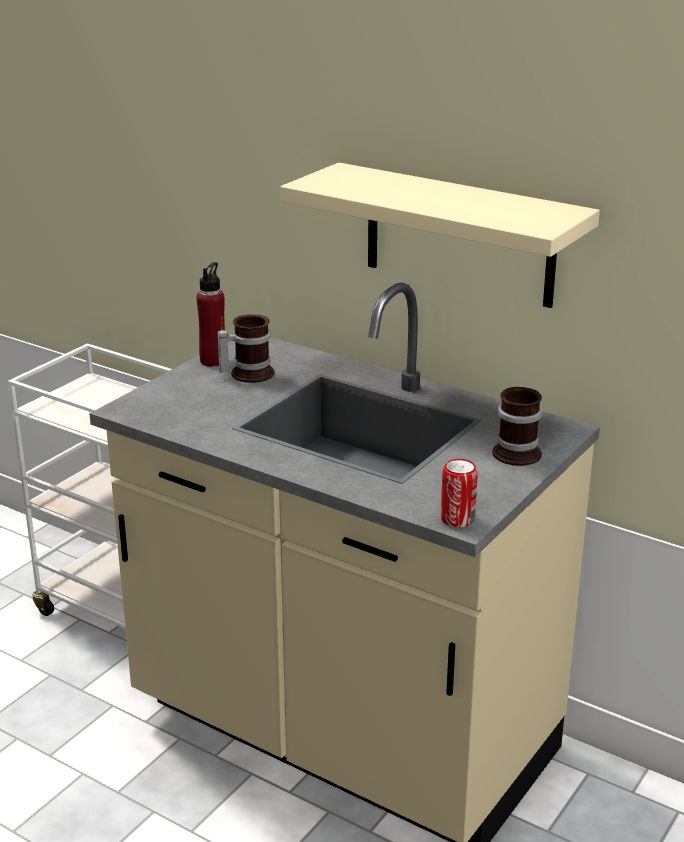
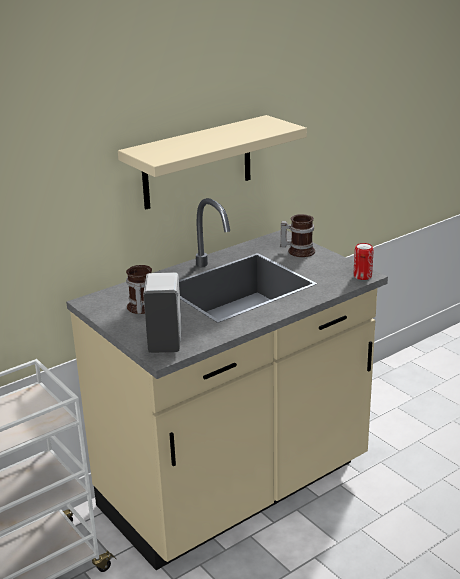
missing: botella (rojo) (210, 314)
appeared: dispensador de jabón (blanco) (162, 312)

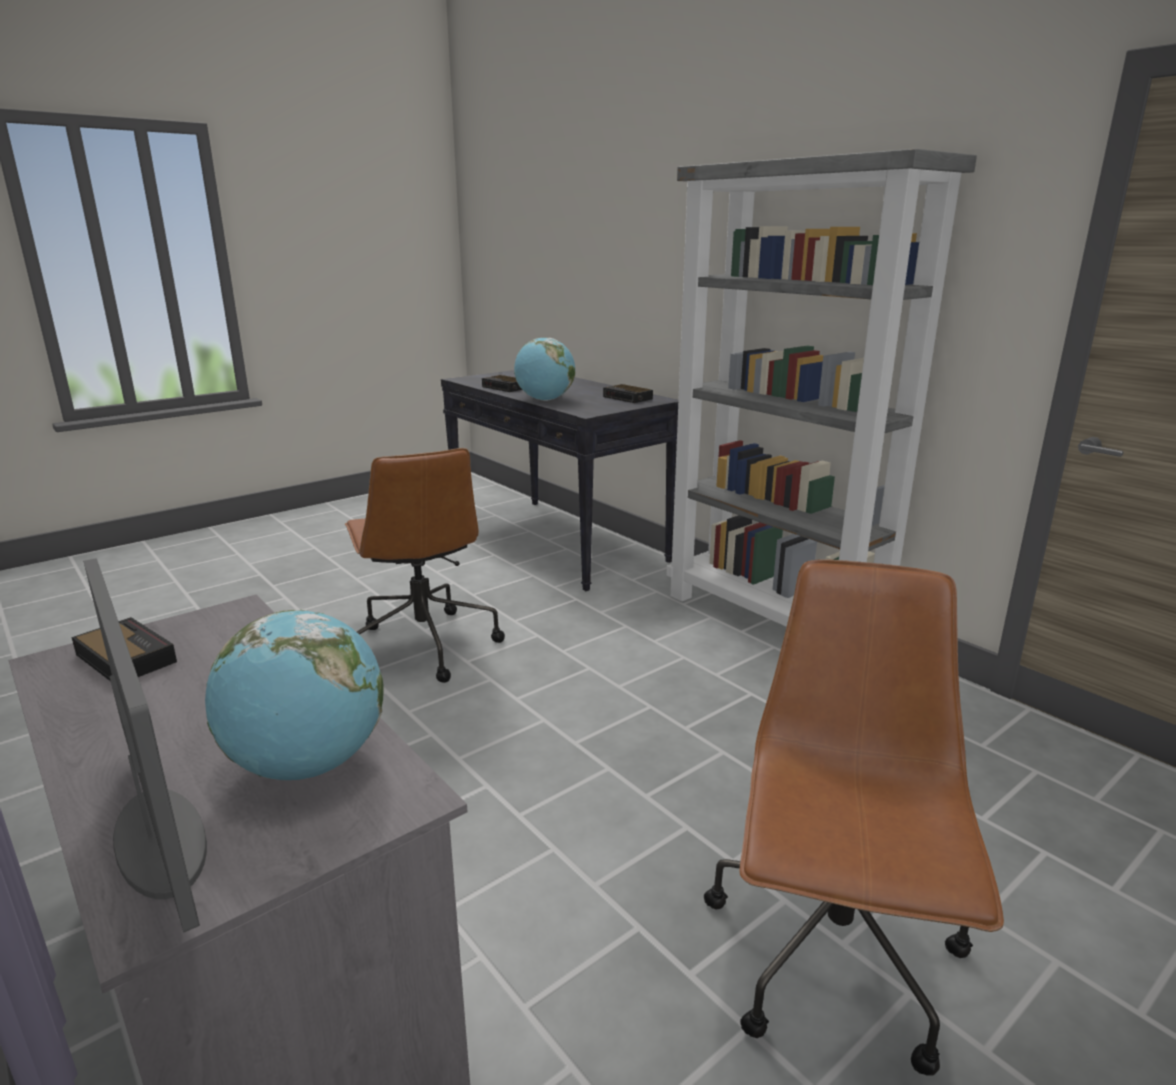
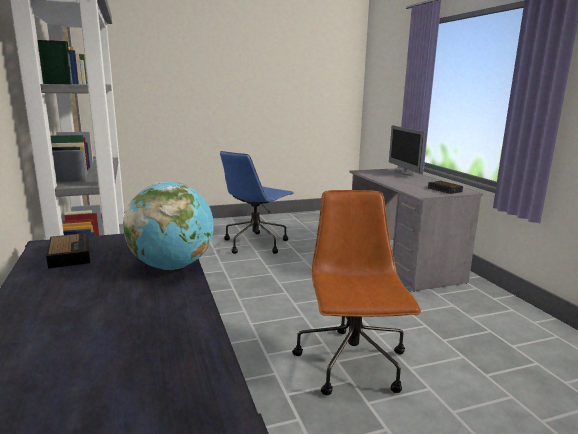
missing: globo terráqueo (294, 695); despertador (502, 383)
colour: silla de oficina (marrón) (854, 817) to silla de oficina (azul) (256, 202)

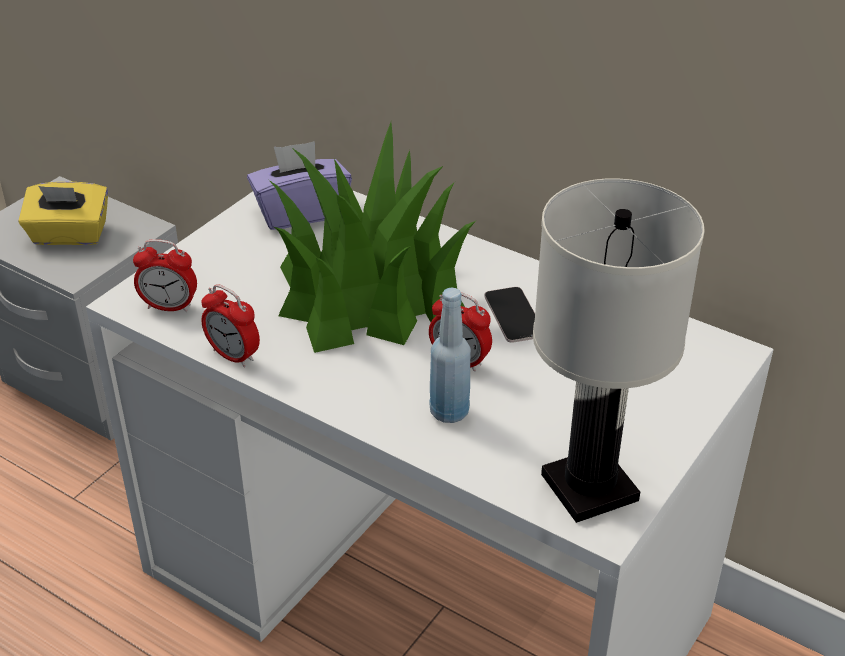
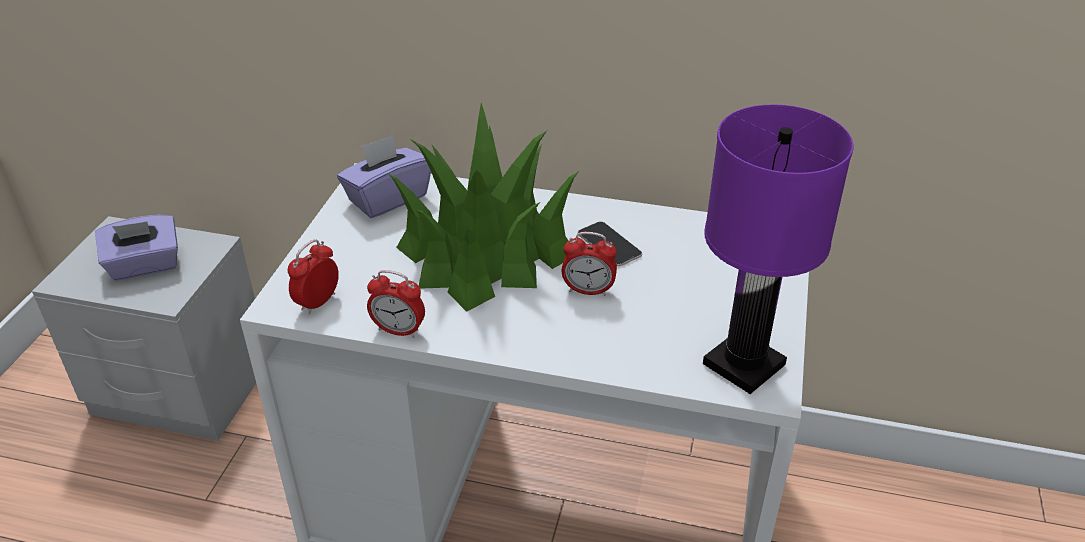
missing: botella (azul) (450, 355)
colour: caja de pañuelos (amarillo) (63, 213) to caja de pañuelos (morado) (136, 248); lámpara de mesa (blanco) (619, 350) to lámpara de mesa (morado) (778, 249)
spun: despertador (165, 275) = (313, 276) 135 degrees clockwise

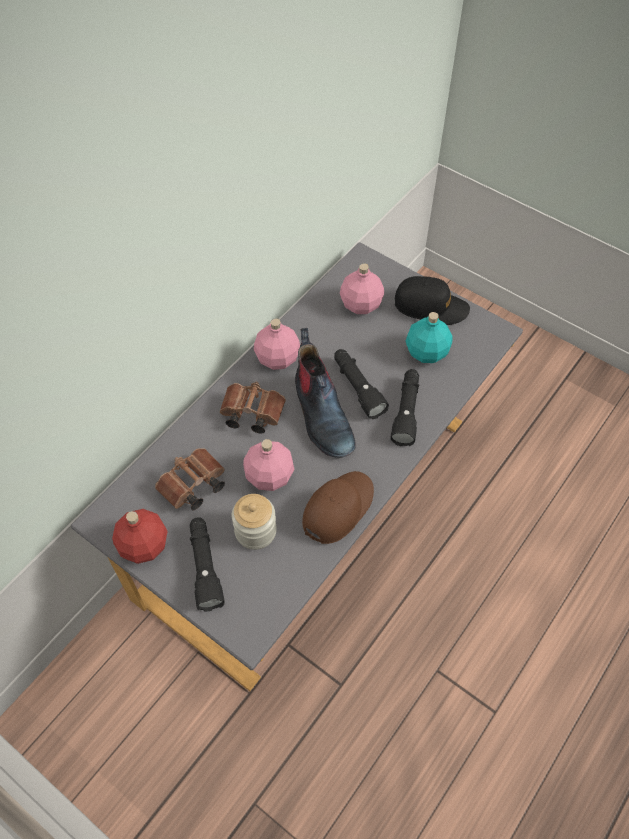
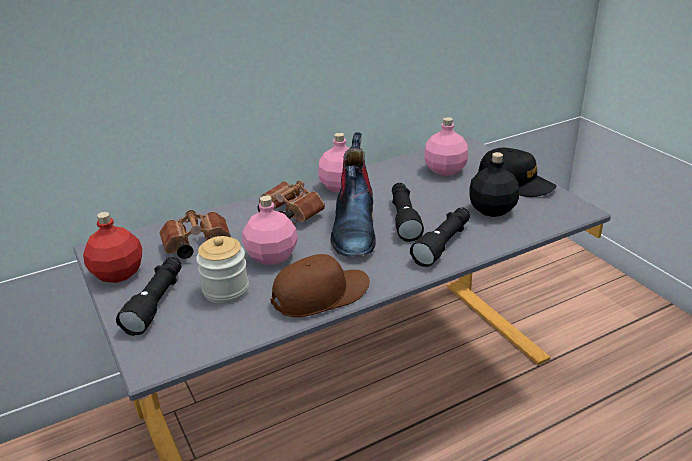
colour: botella (turquesa) (429, 337) to botella (negro) (494, 184)

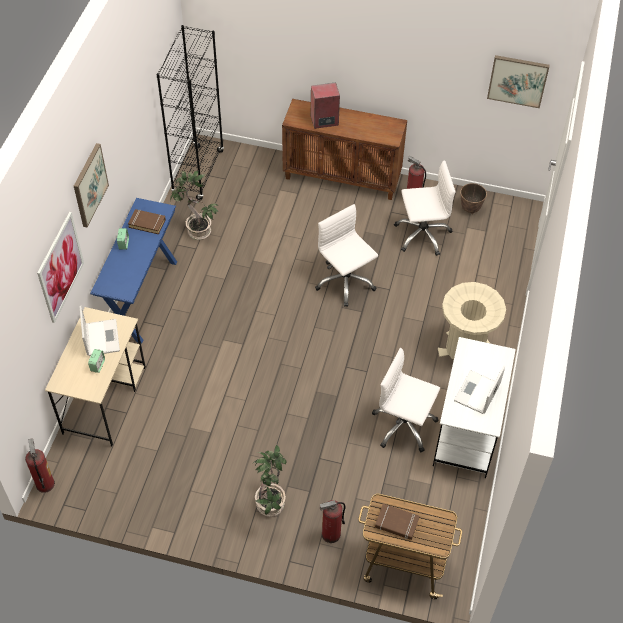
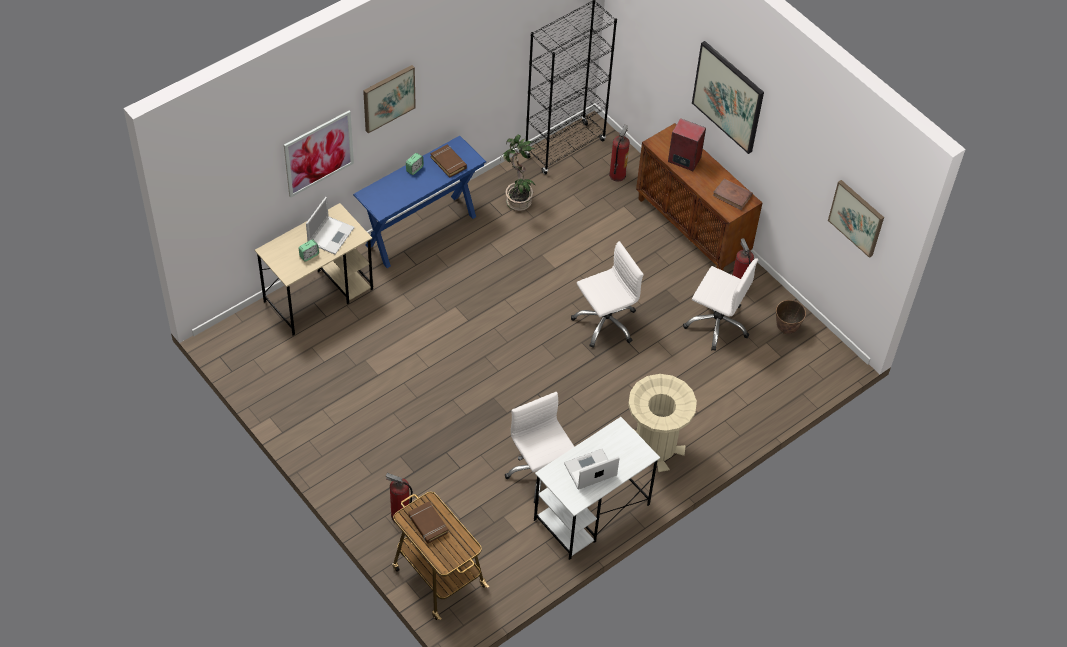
missing: planta en maceta (269, 481)
appeared: cuadro (728, 97); libro (marrón) (733, 194)
relocated: extintor (40, 465) to (619, 153)
spun: silla de oficina (blanco) (346, 255) = (607, 294) 60 degrees clockwise

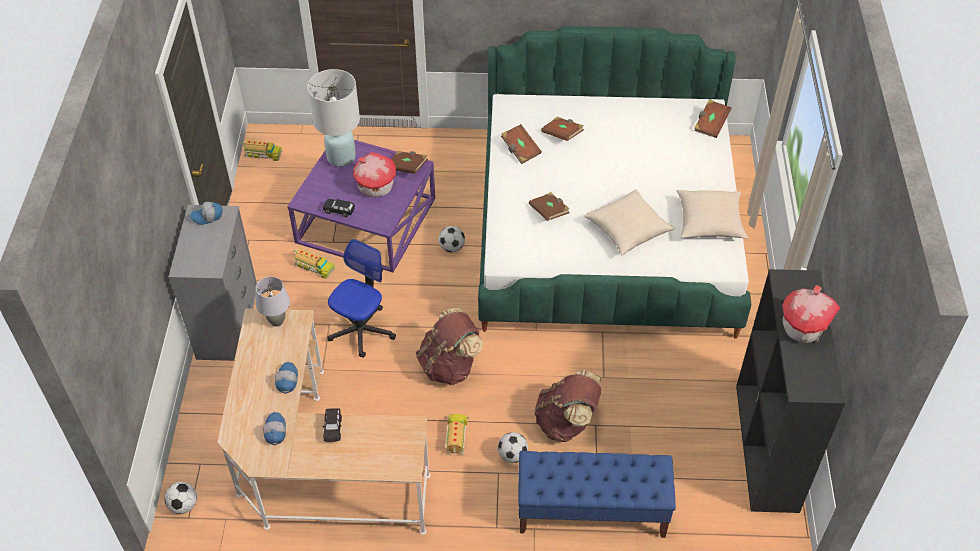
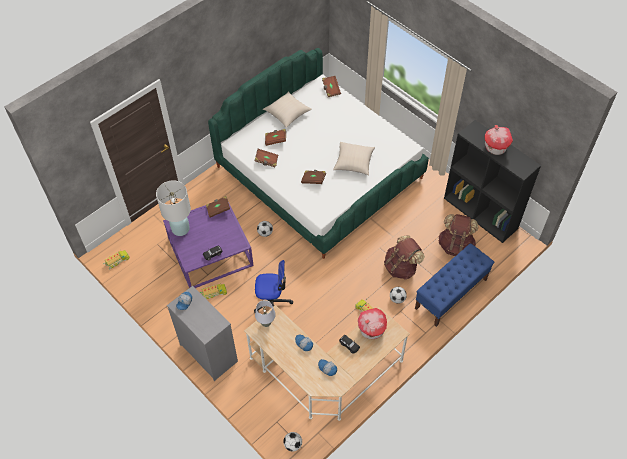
relocated: cojín (beis) (712, 214) to (287, 109); casita (374, 174) to (372, 323); mochila (marrón) (449, 346) to (458, 235)
spun: silla de oficina (362, 298) = (273, 286) 105 degrees clockwise

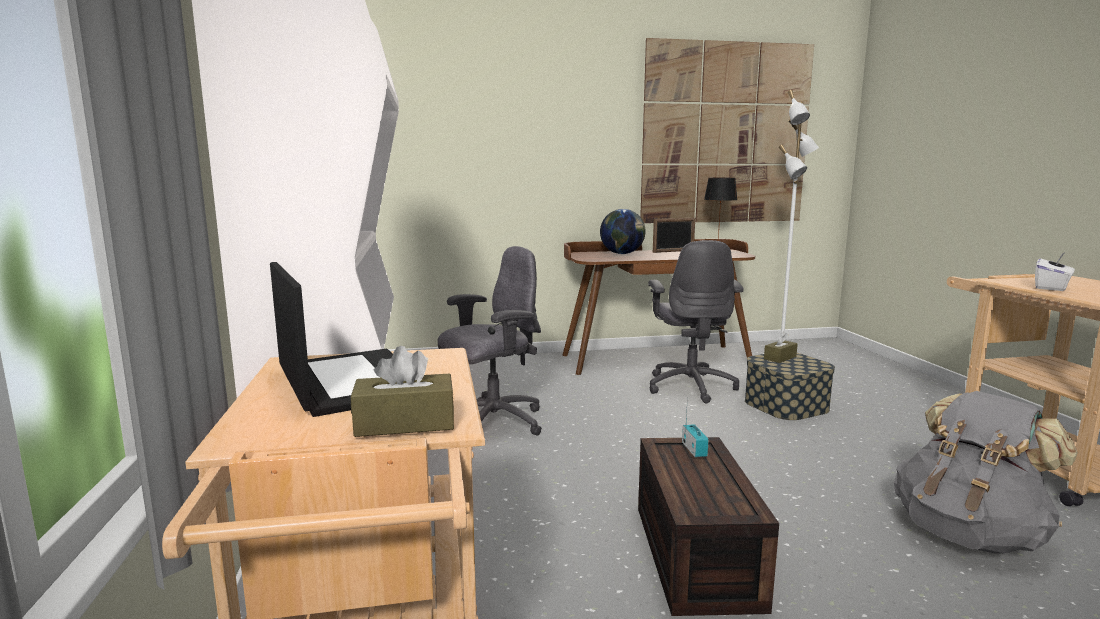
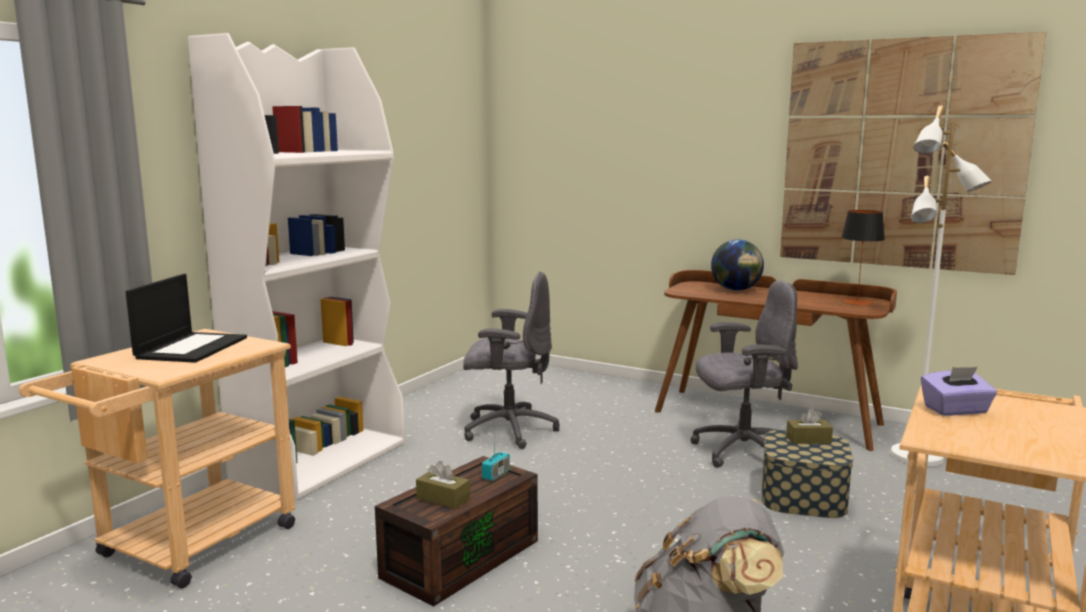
missing: portarretratos (674, 235)
relocated: caja de pañuelos (marrón) (402, 391) to (443, 485)
colour: caja de pañuelos (blanco) (1055, 271) to caja de pañuelos (morado) (959, 391)
spun: silla de oficina (gris) (696, 321) = (744, 374) 135 degrees counterclockwise

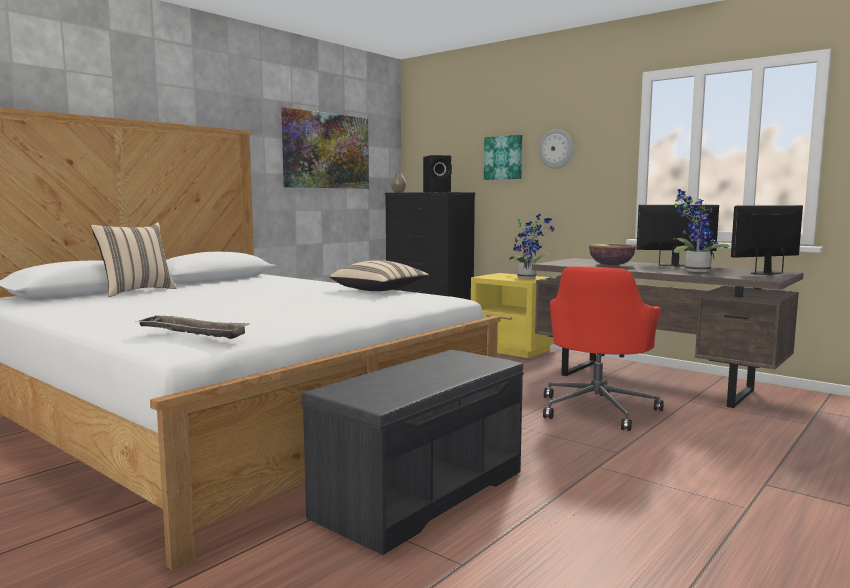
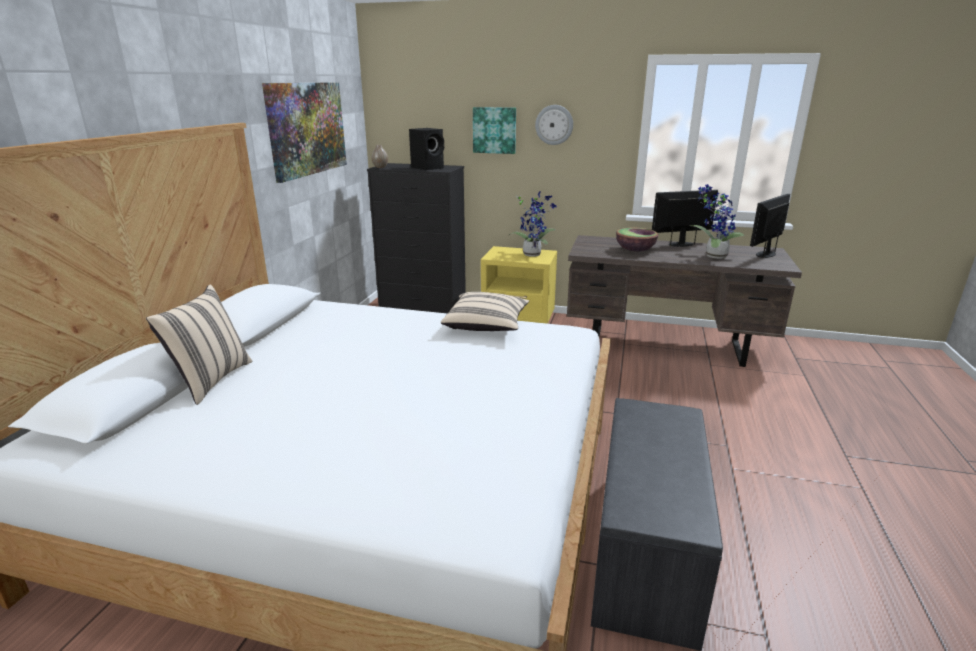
missing: bandeja (192, 327); silla de oficina (rojo) (603, 348)

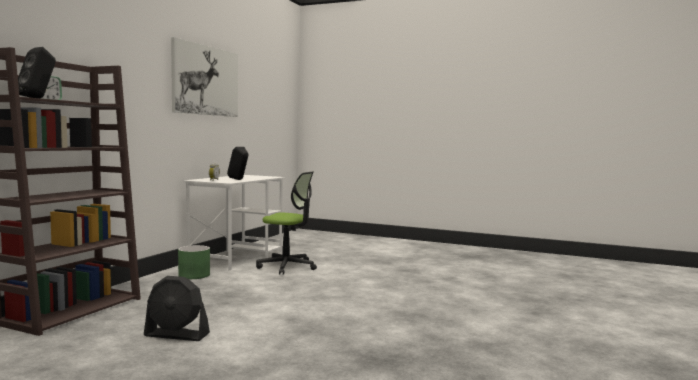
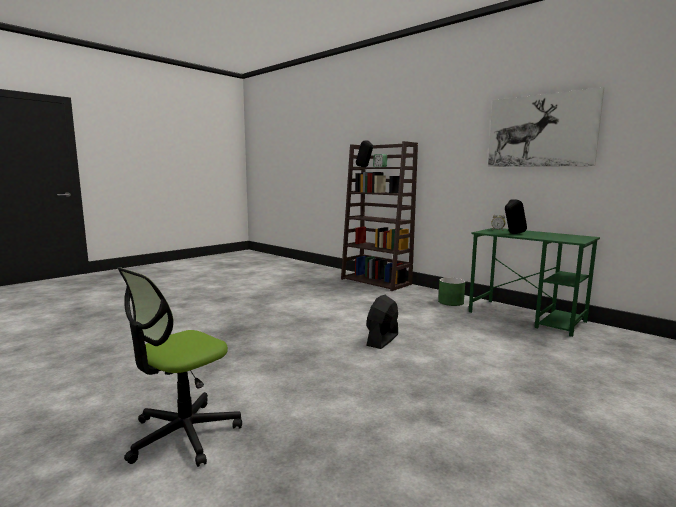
relocated: silla de oficina (286, 223) to (179, 367); ventilador (negro) (177, 308) to (382, 322)
colour: escritorio (blanco) (234, 223) to escritorio (verde) (534, 282)

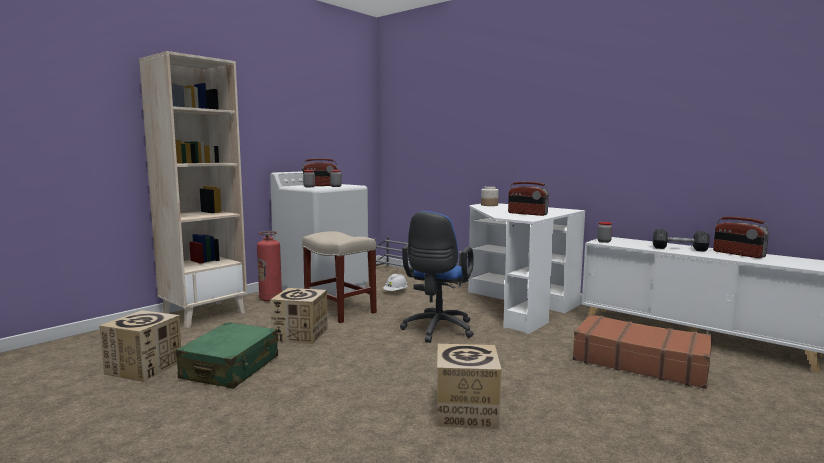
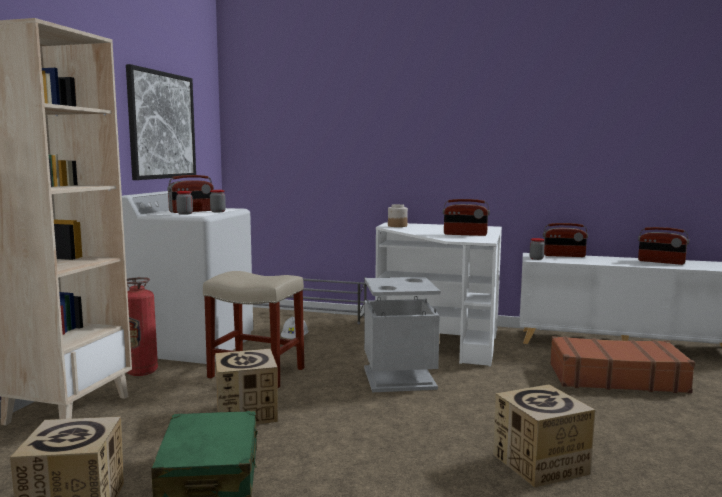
missing: mancuerna (gris) (681, 240)
appeared: cuadro (161, 122); radio (565, 240)
exchanged: silla de oficina (azul) (437, 277) to papelera (gris) (402, 334)

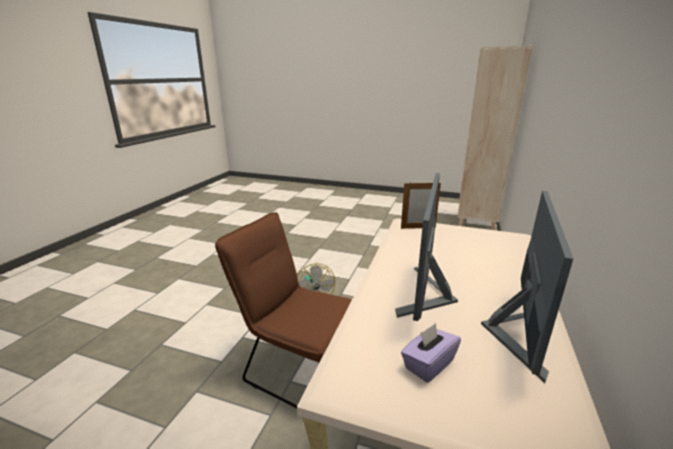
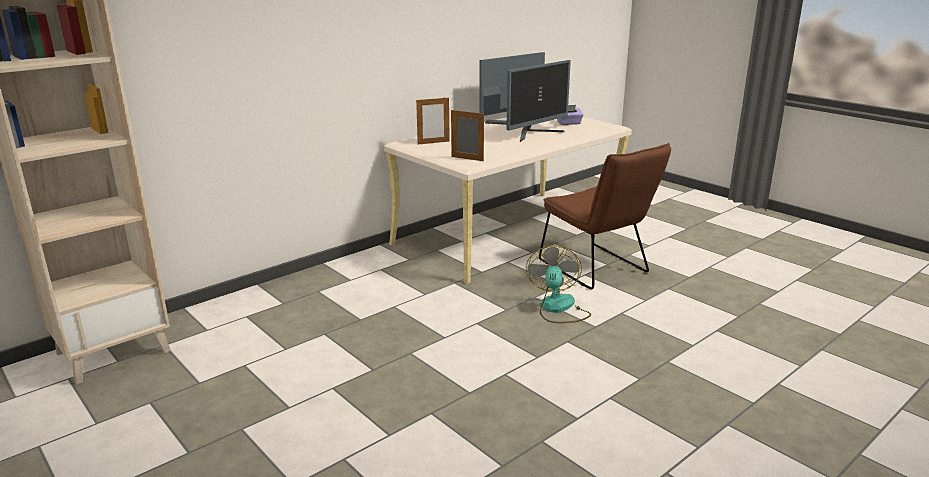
appeared: portarretratos (433, 120)

